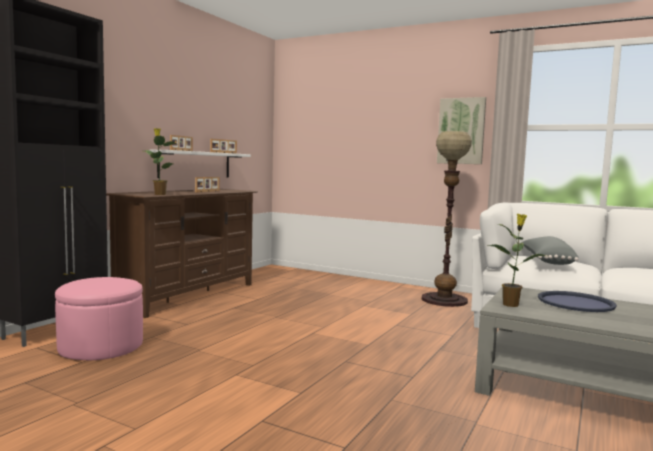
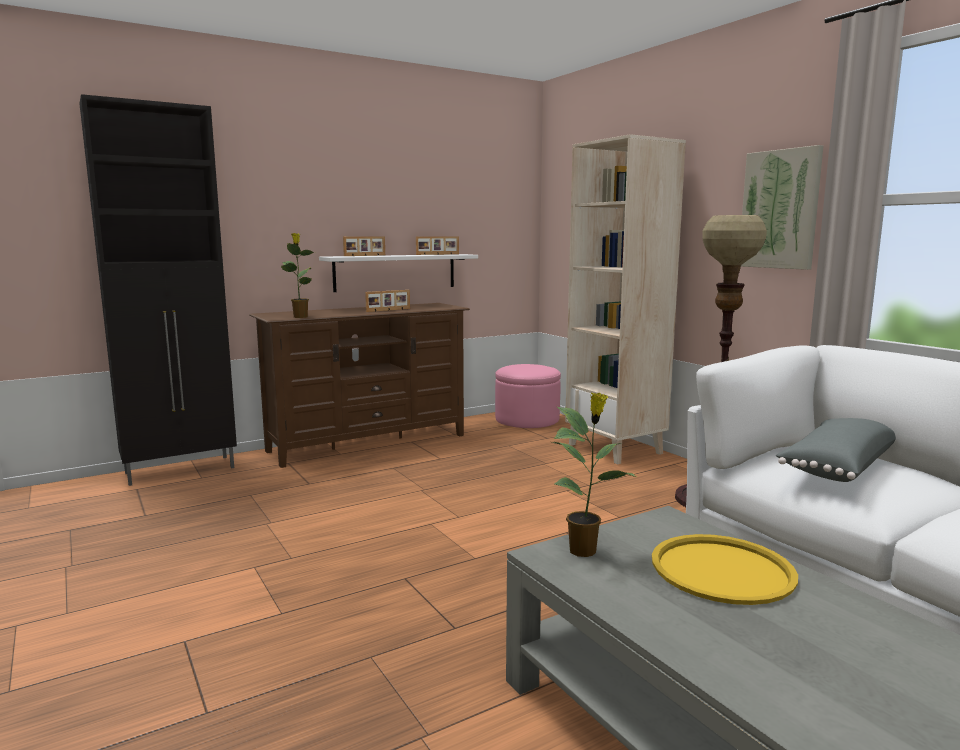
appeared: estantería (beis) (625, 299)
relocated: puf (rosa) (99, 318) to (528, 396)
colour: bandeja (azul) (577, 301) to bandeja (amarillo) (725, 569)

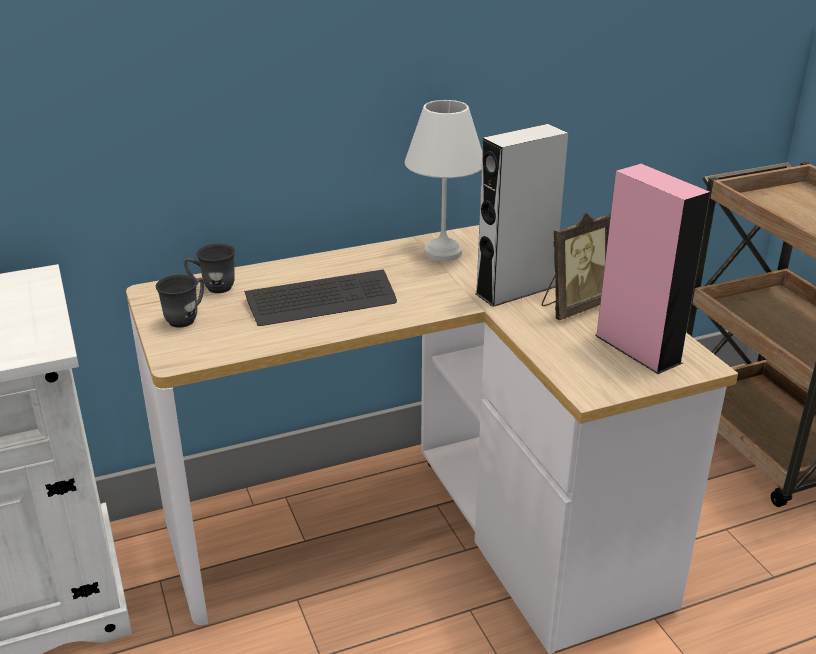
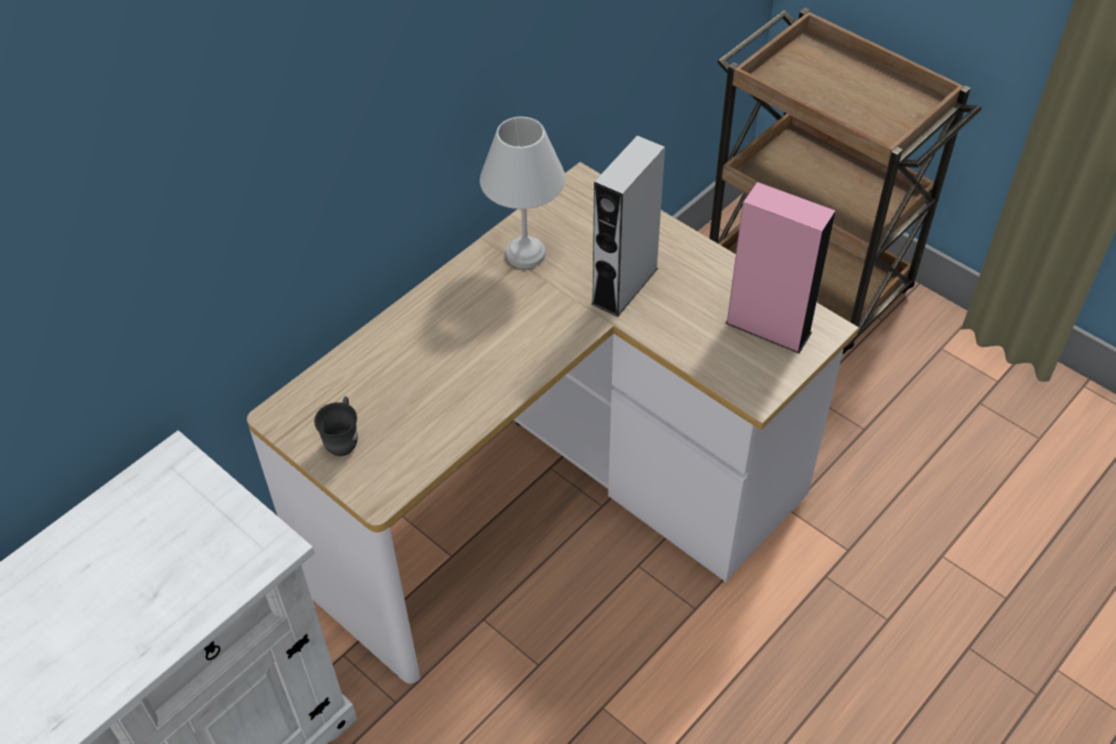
missing: taza grande (gris) (209, 268); teclado (320, 297); portarretratos (576, 266)

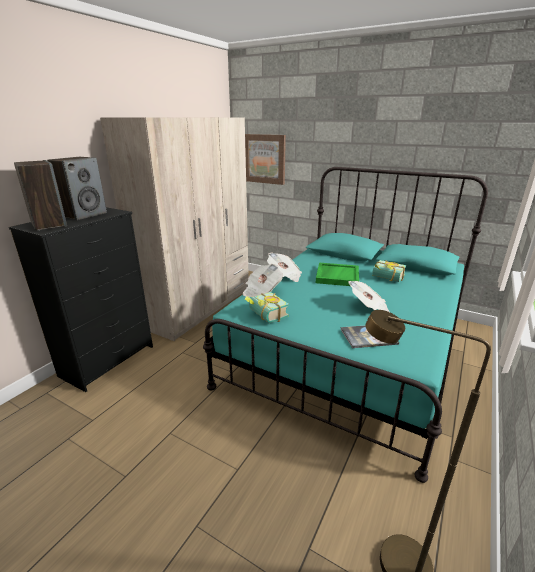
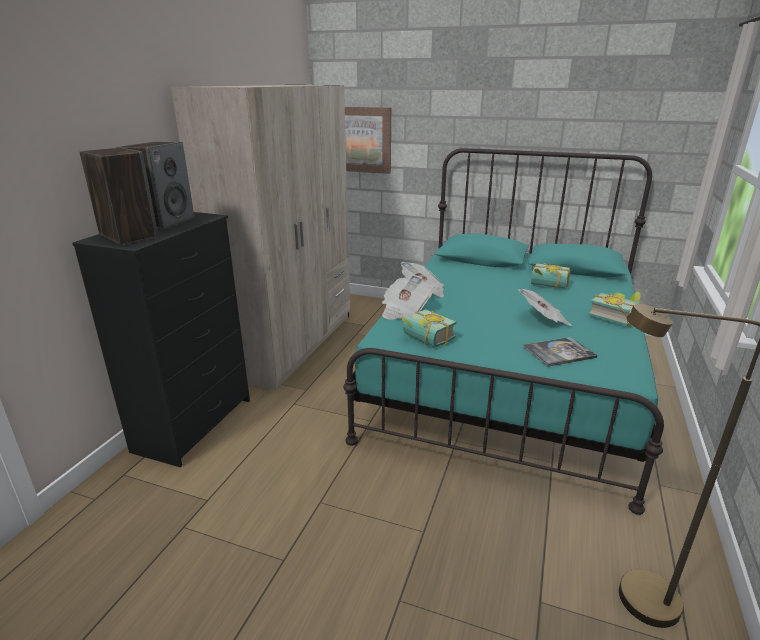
missing: bandeja (verde) (337, 274)
appeared: libro (614, 309)

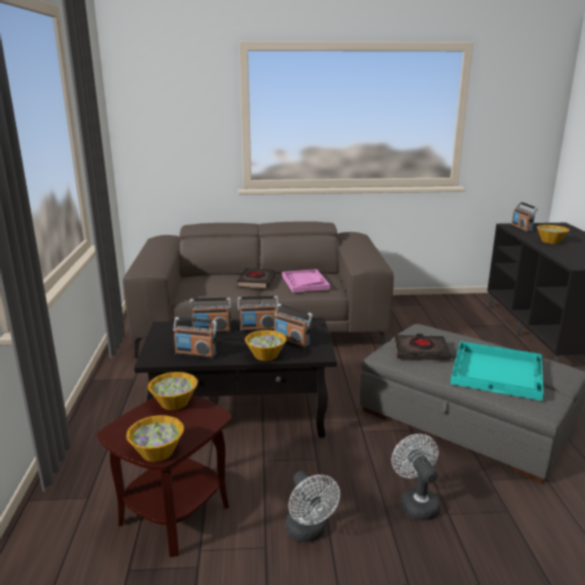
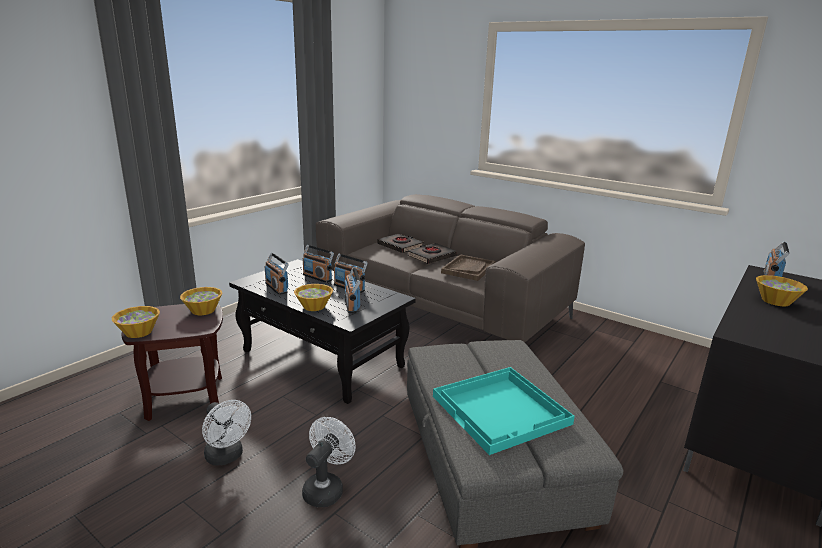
relocated: libro (negro) (422, 347) to (401, 243)
colour: bandeja (rosa) (306, 280) to bandeja (marrón) (468, 267)
spun: ventilador (blanco) (313, 507) = (226, 433) 60 degrees counterclockwise

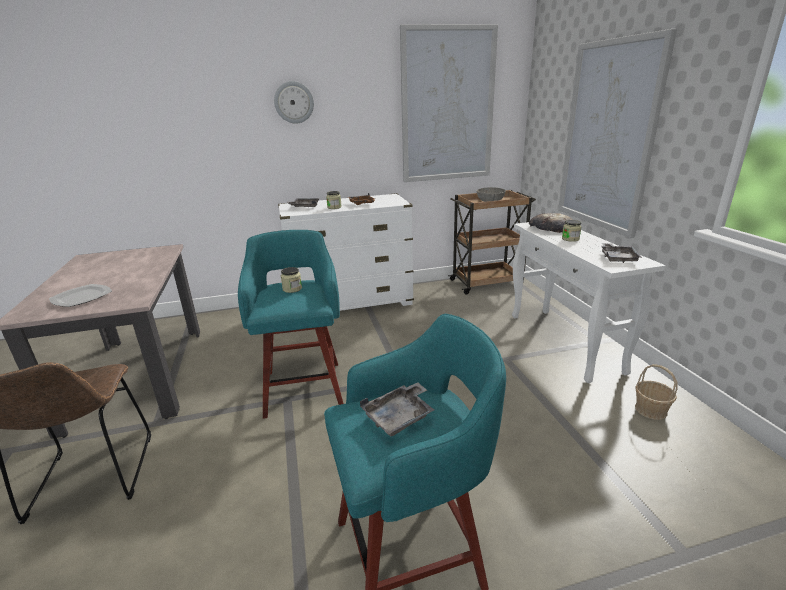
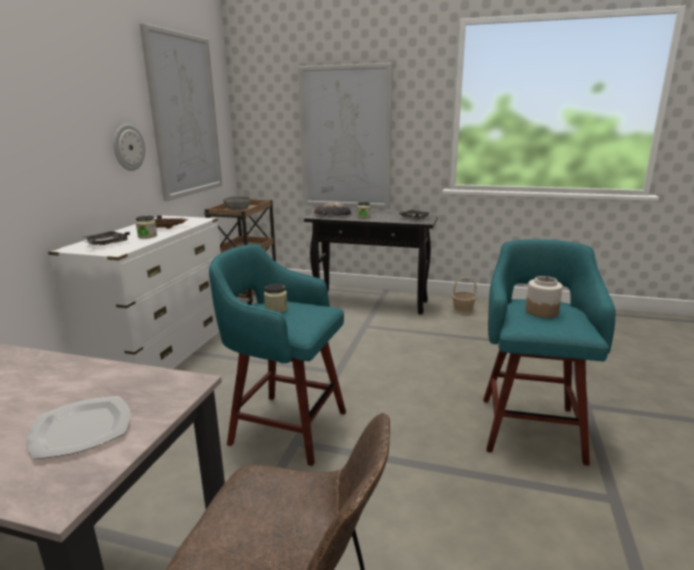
relocated: reloj de pared (294, 102) to (129, 147)
exchanged: bandeja (gris) (397, 409) to tarro (544, 297)
colour: mesa consola (blanco) (589, 302) to mesa consola (negro) (371, 263)

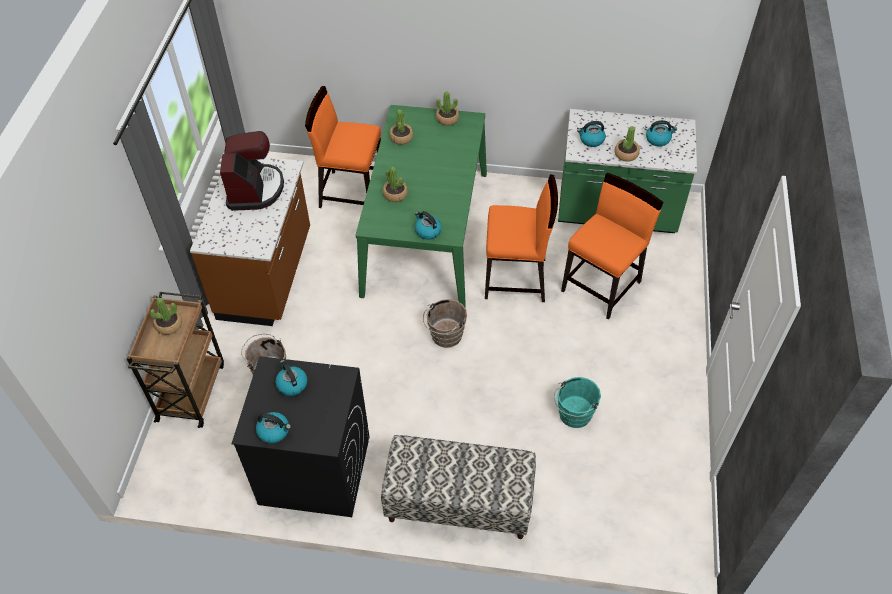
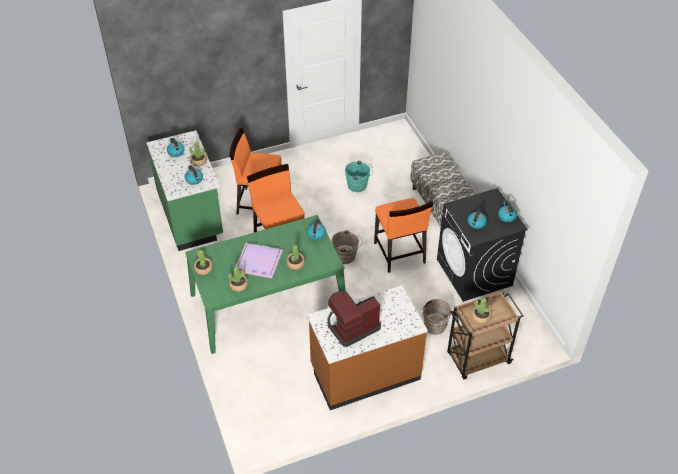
appeared: bandeja (morado) (259, 260)
relocated: silla (naranja) (343, 147) to (403, 235)

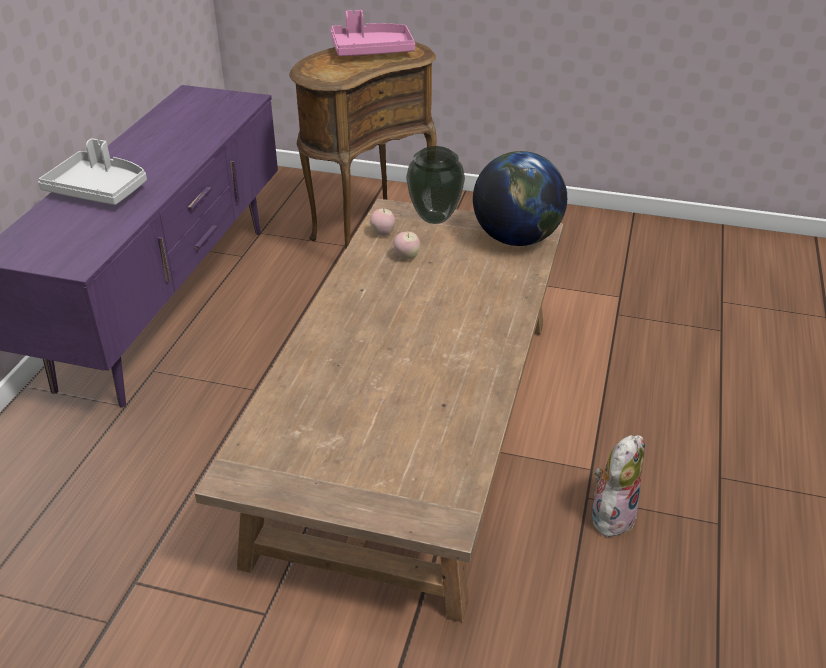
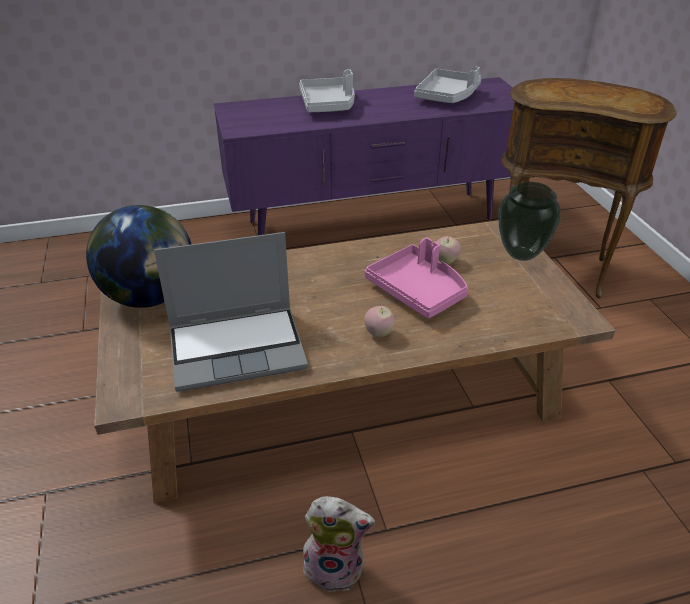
appeared: portátil (231, 311); bandeja (gris) (447, 85)
relocated: globo terráqueo (520, 198) to (138, 256); manzana (382, 222) to (379, 321); bandeja (rosa) (373, 33) to (416, 278)

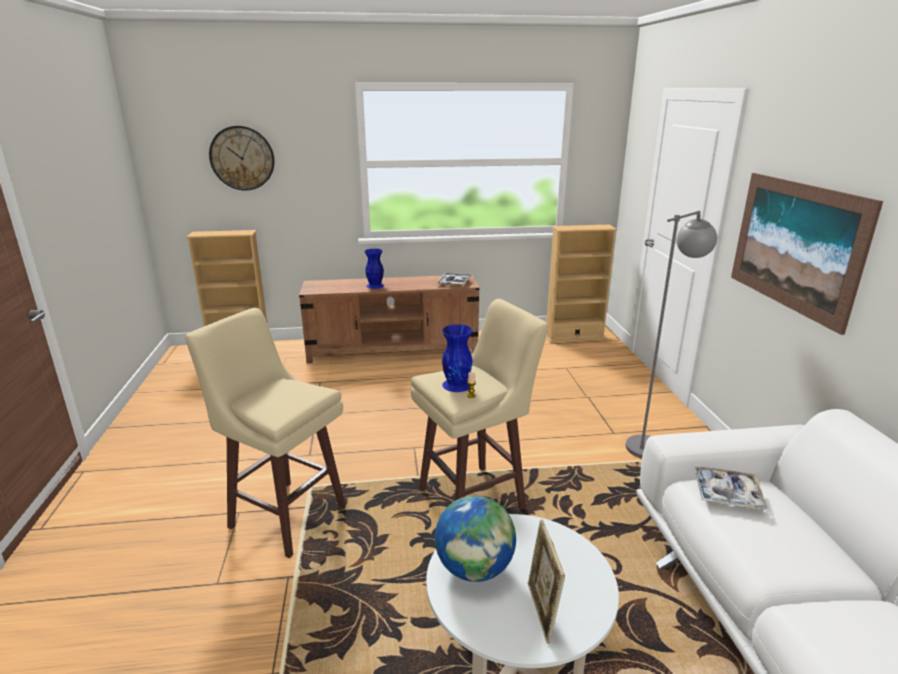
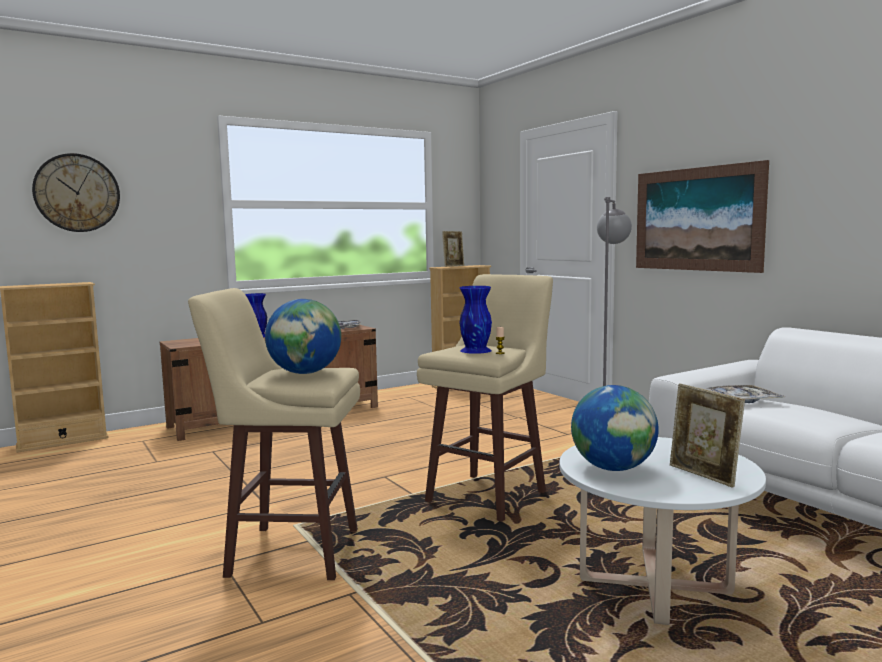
appeared: globo terráqueo (303, 336); portarretratos (453, 249)

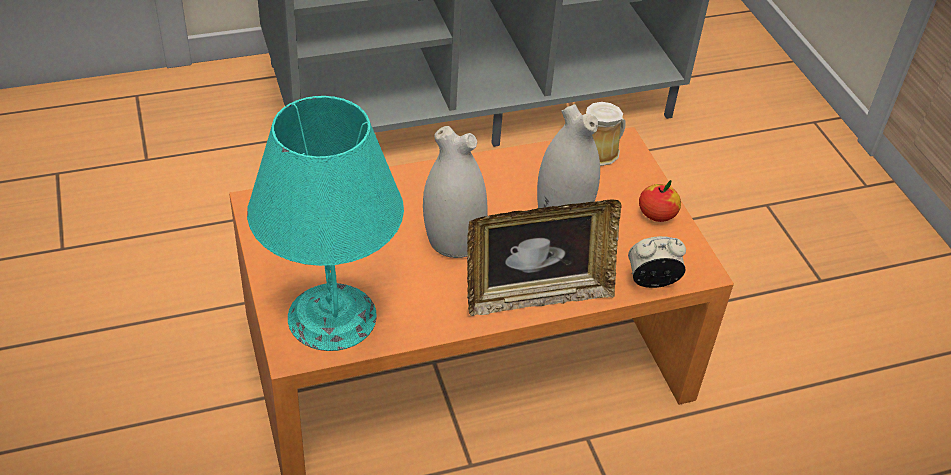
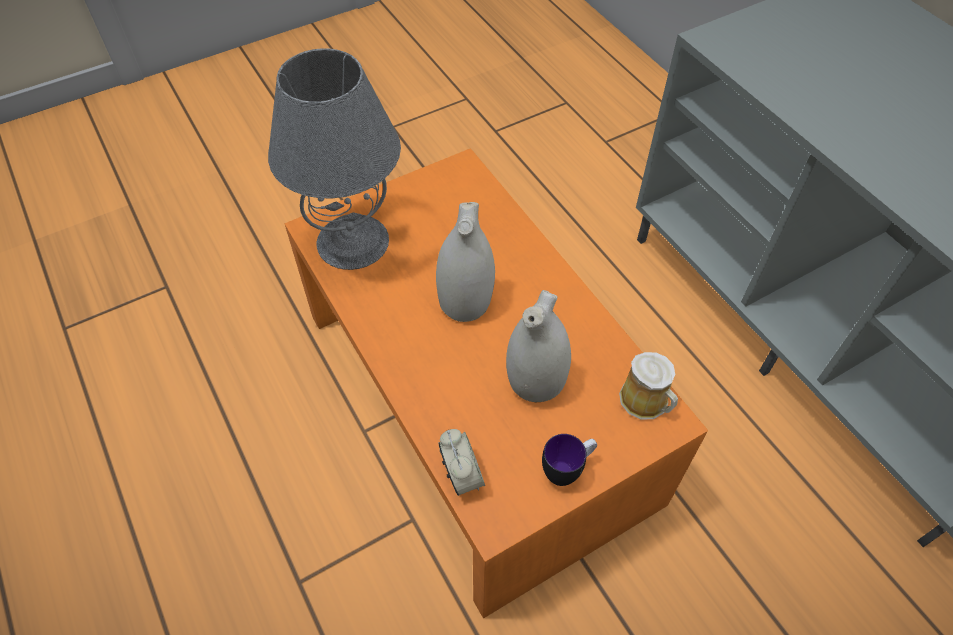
missing: portarretratos (544, 257)
exchanged: manzana (660, 201) to taza grande (569, 460)
colour: lámpara de mesa (turquesa) (325, 223) to lámpara de mesa (gris) (334, 159)

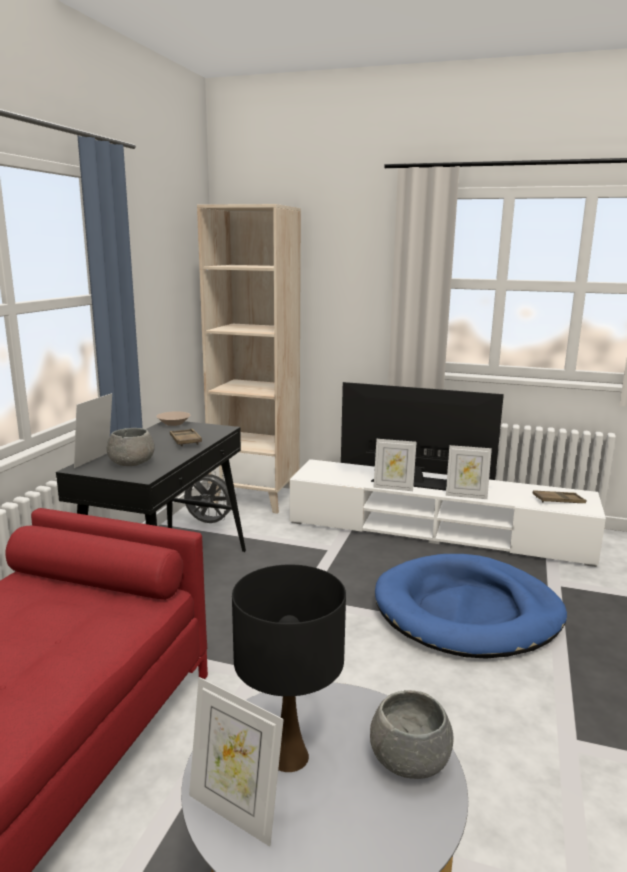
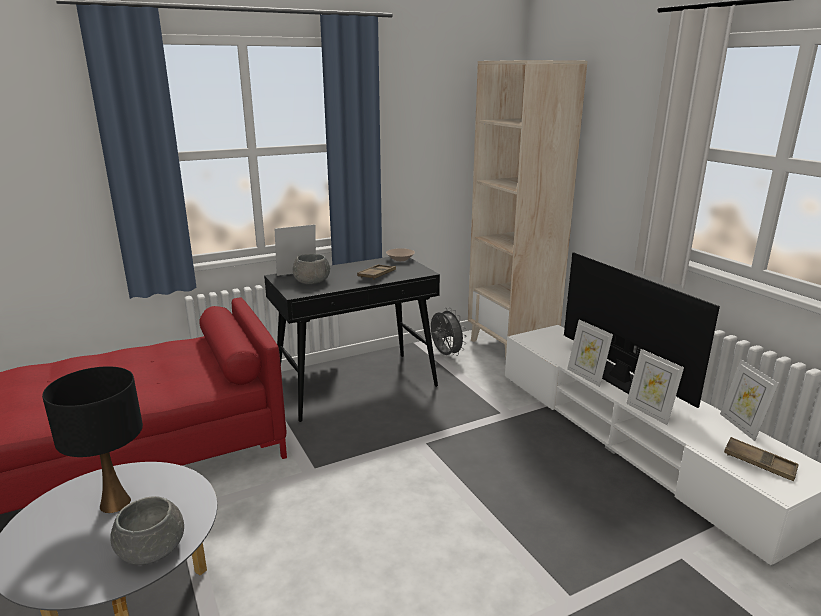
missing: cama para perro (azul) (471, 606)
relocated: portarretratos (236, 762) to (749, 400)

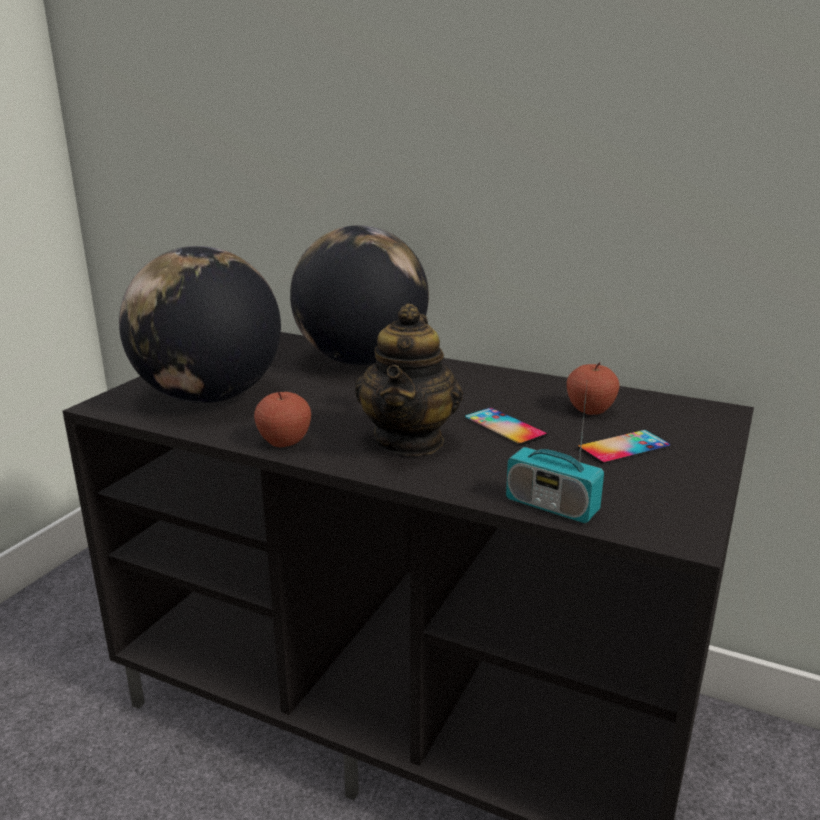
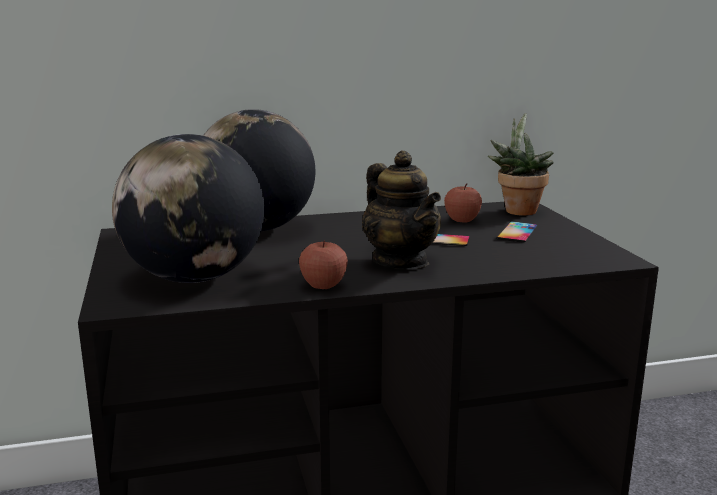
missing: radio (555, 451)
appeared: planta en maceta (521, 164)

